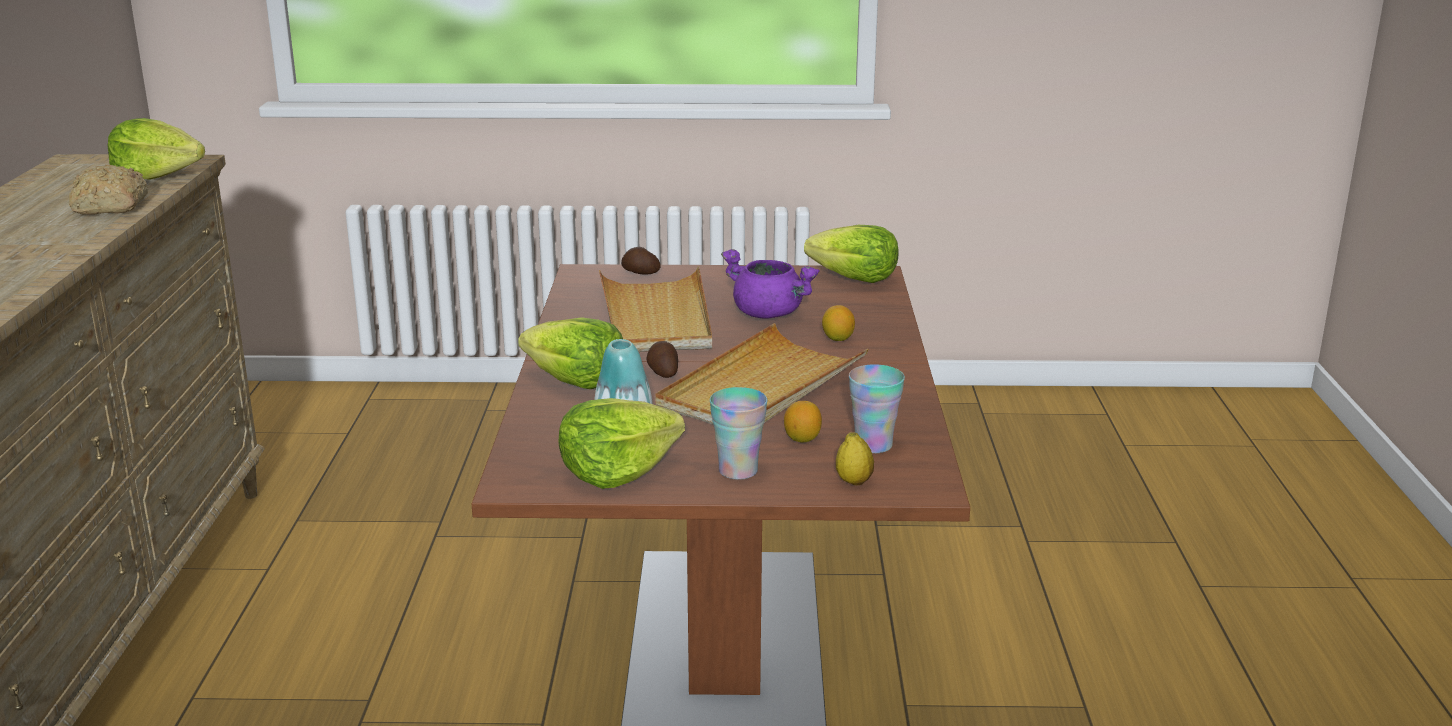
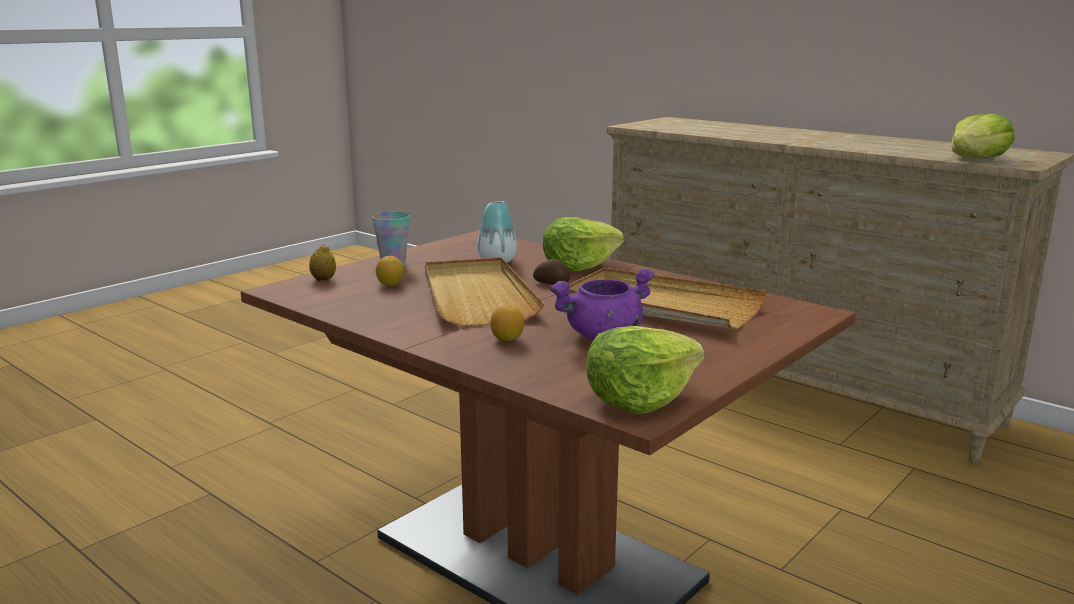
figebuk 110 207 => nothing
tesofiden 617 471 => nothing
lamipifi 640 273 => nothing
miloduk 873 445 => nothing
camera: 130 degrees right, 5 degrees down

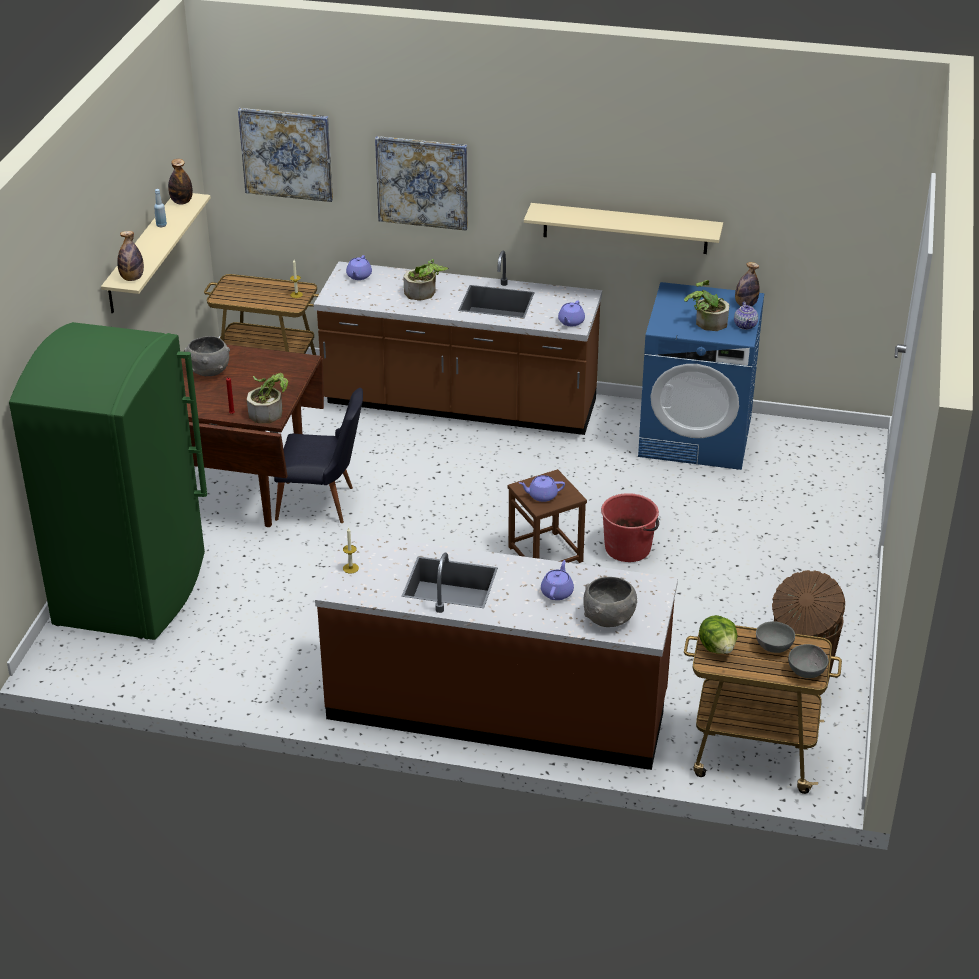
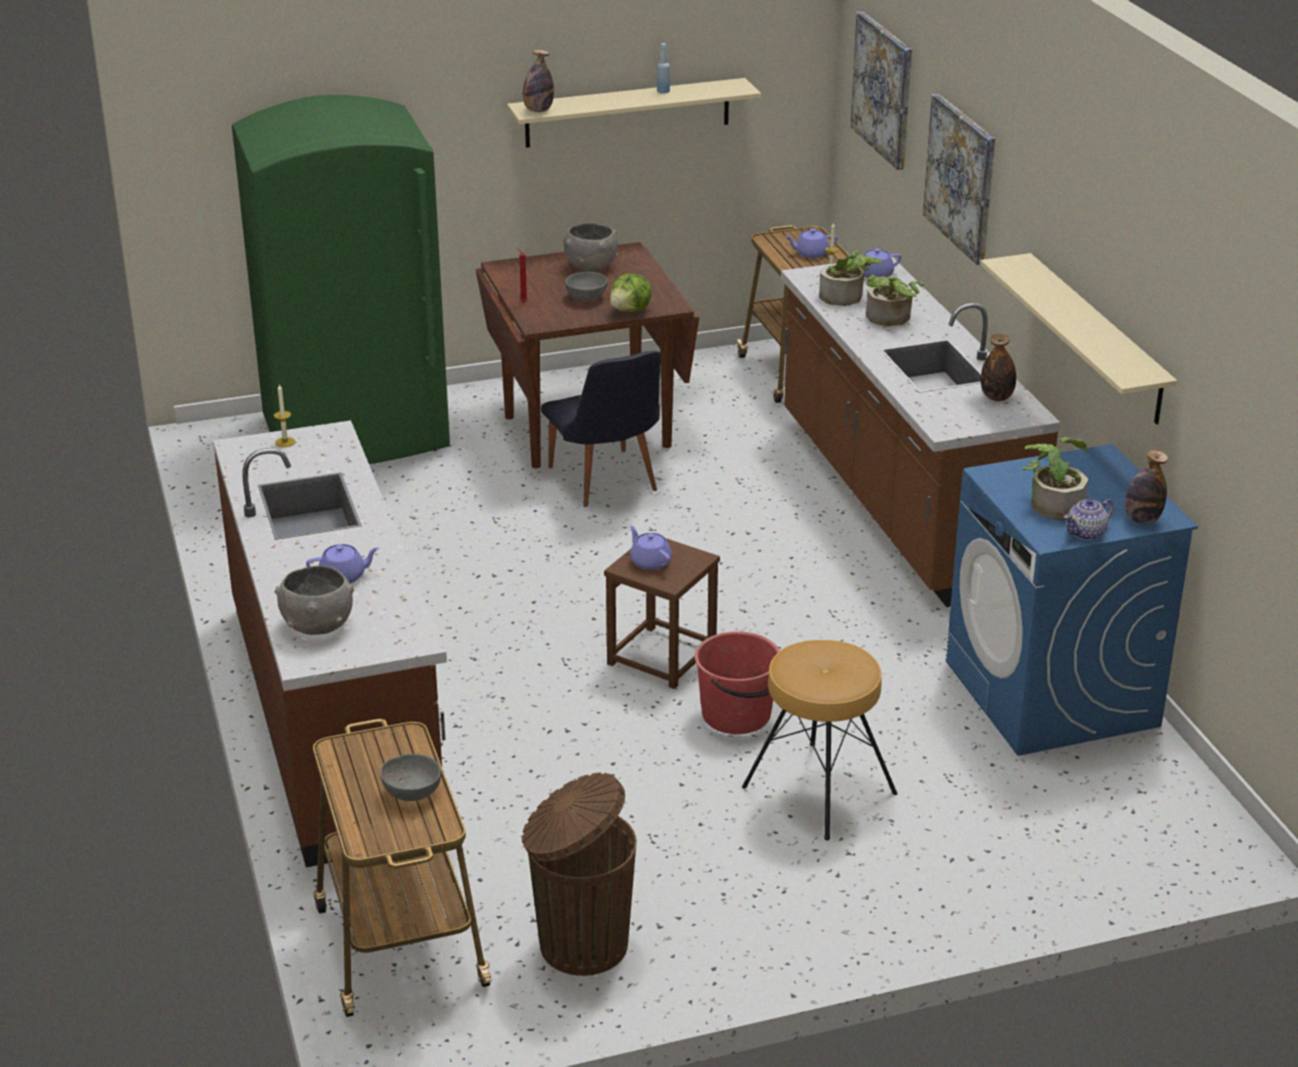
nothing => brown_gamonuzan 818 791
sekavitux 181 202 => sekavitux 996 397, relocated
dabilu 269 411 => dabilu 847 297, relocated
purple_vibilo 571 322 => purple_vibilo 811 253, relocated
tesofiden 718 648 => tesofiden 631 311, relocated
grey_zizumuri 807 671 => grey_zizumuri 587 298, relocated
camera: 60 degrees right, 5 degrees down

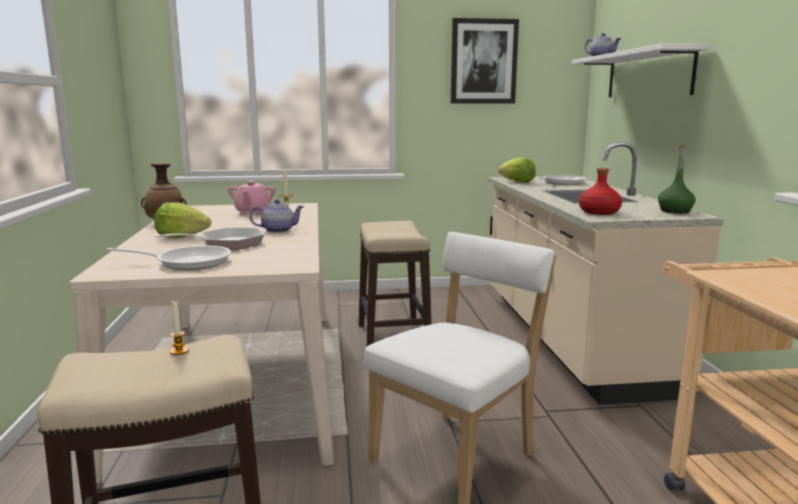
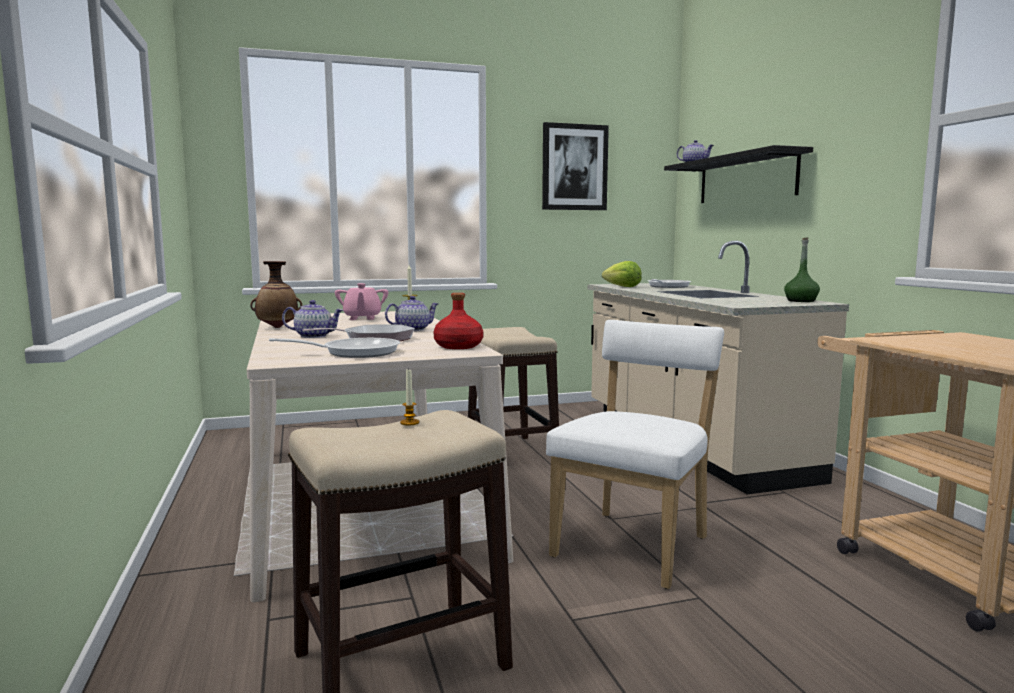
red_sekavitux 599 212 => red_sekavitux 459 346, relocated
tesofiden 182 236 => vibilo 314 336
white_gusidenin 648 74 => black_gusidenin 746 179
camera: 10 degrees left, 5 degrees down

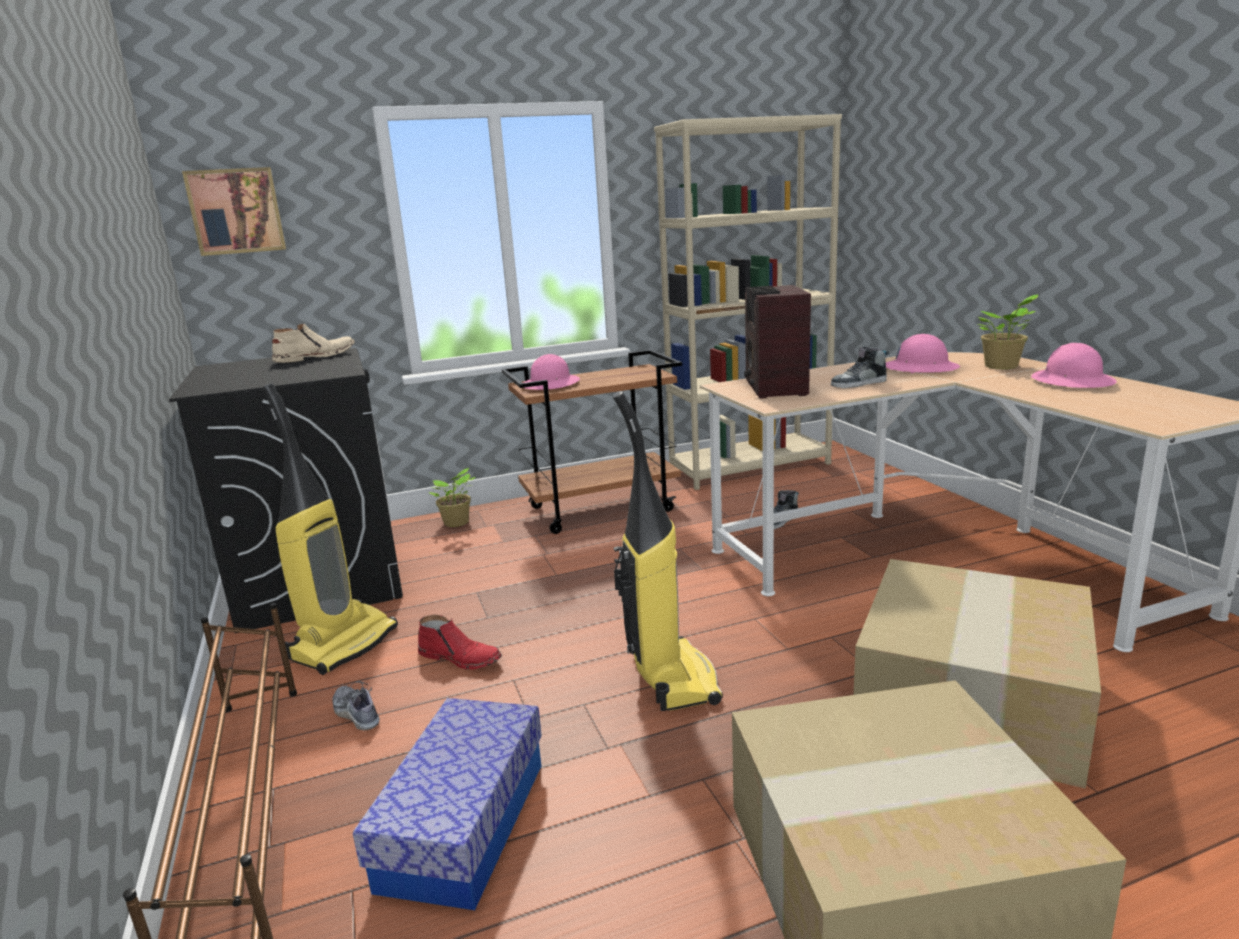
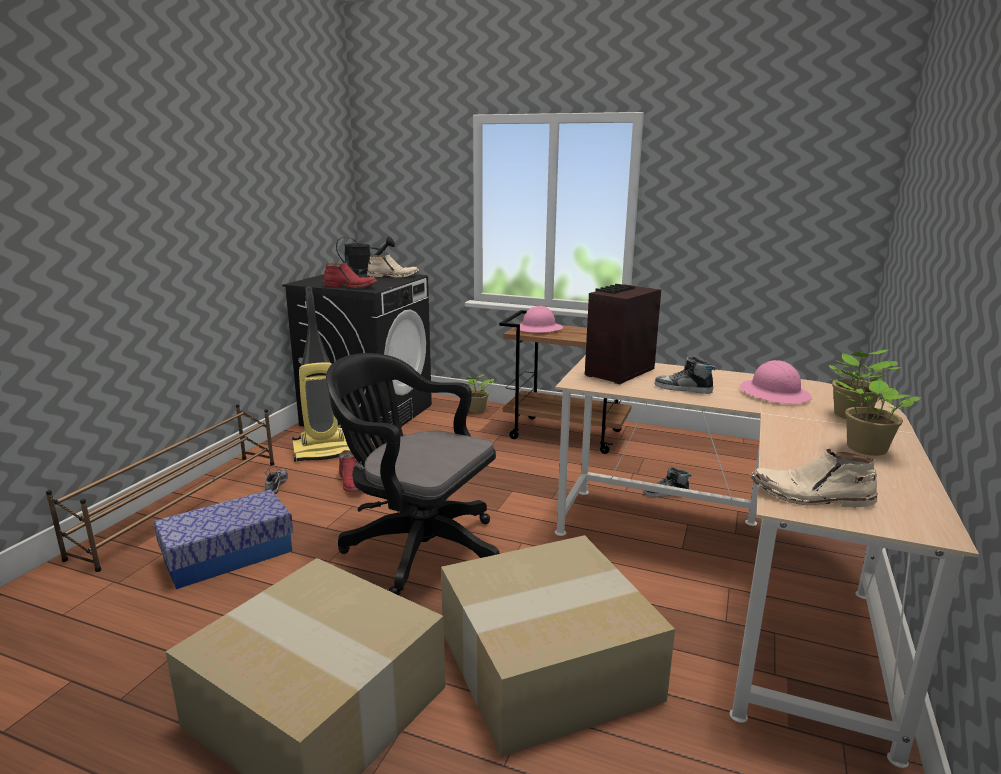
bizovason 236 211 => nothing
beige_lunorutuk 750 467 => nothing
nothing => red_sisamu 351 286
nothing => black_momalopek 364 272
nothing => beige_sisamu 811 496
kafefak 671 678 => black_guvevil 416 547
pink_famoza 1072 381 => dabilu 863 449
camera: 40 degrees right, 0 degrees up

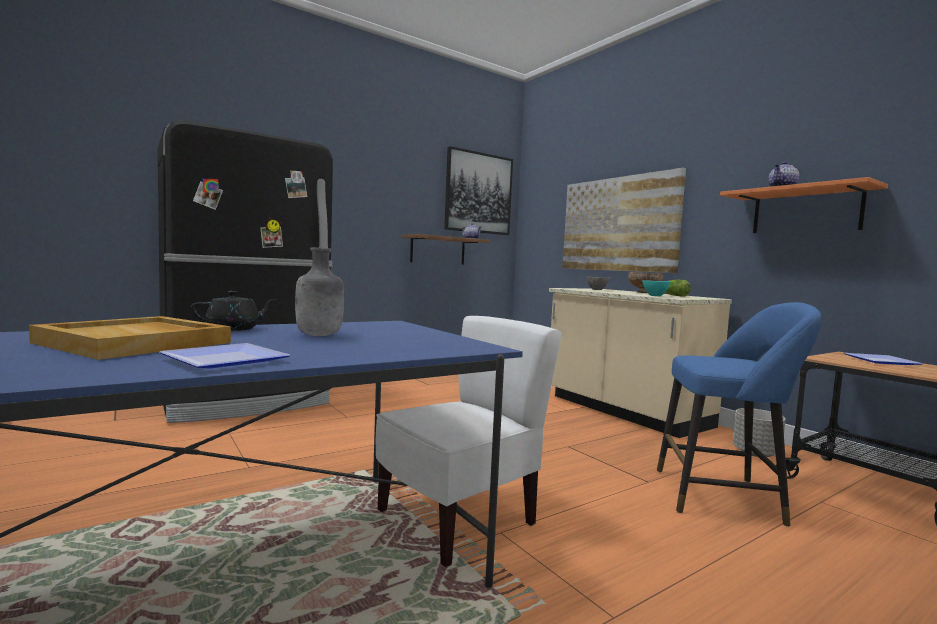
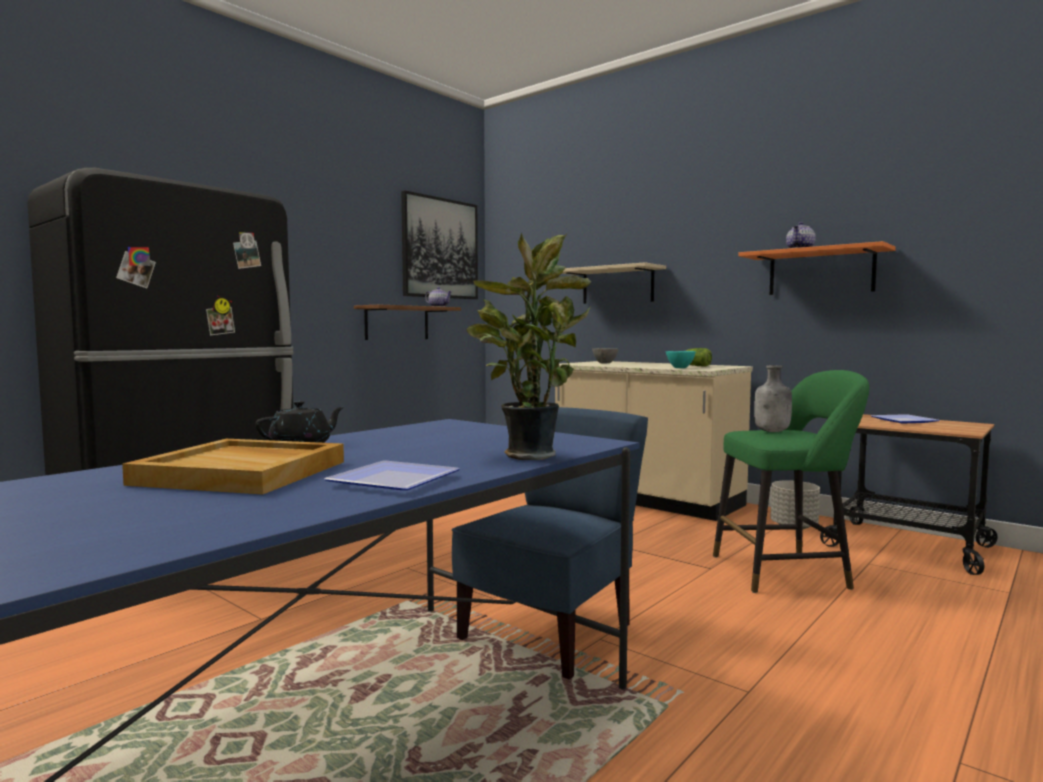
zizumuri 643 292 => nothing
nothing => dabilu 527 455
grey_sekavitux 319 335 => grey_sekavitux 772 431, relocated
bizovason 618 224 => beige_gusidenin 617 285
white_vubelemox 458 519 => blue_vubelemox 548 634
blue_gamonuzan 724 496 => green_gamonuzan 786 571
camera: 15 degrees left, 0 degrees up

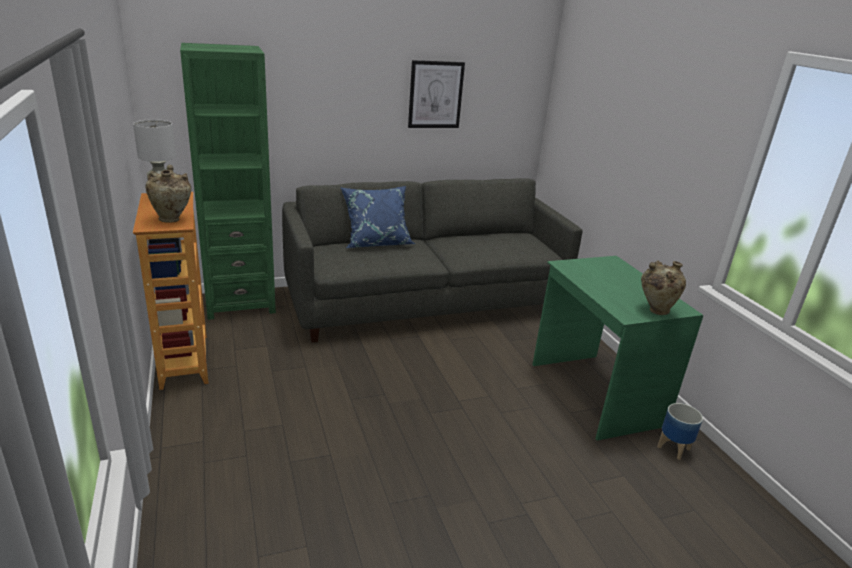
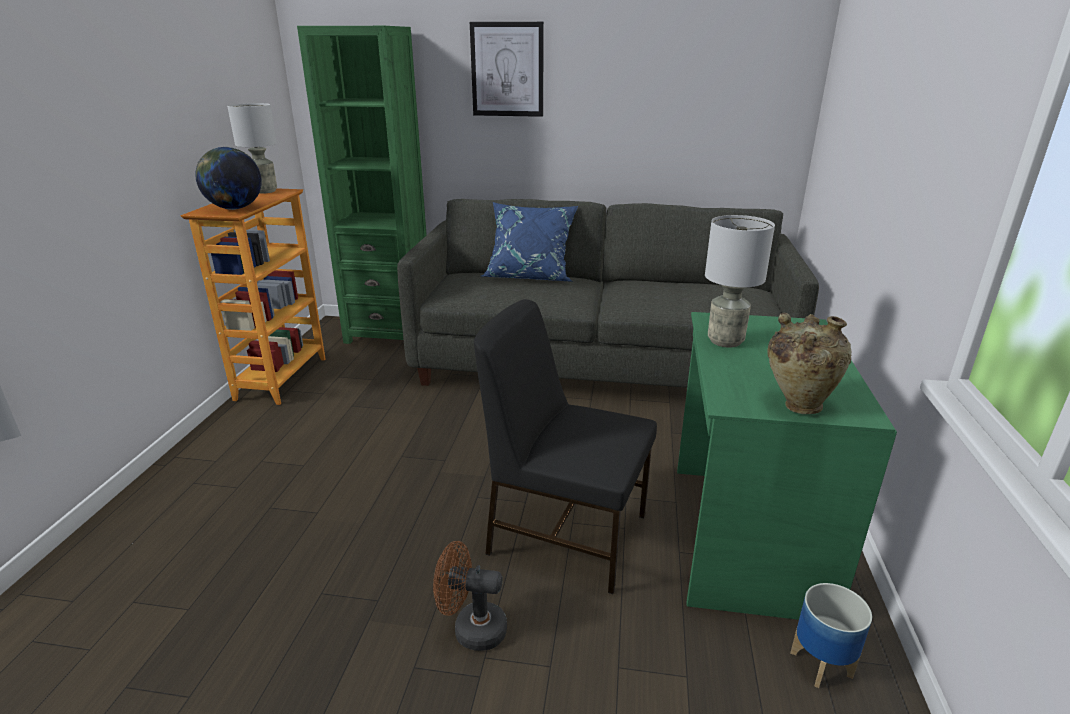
nothing => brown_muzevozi 471 629
nothing => black_vubelemox 565 532
nothing => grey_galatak 724 341
bizovason 435 95 => bizovason 507 70, relocated
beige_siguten 172 219 => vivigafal 235 208
camera: 30 degrees right, 0 degrees up

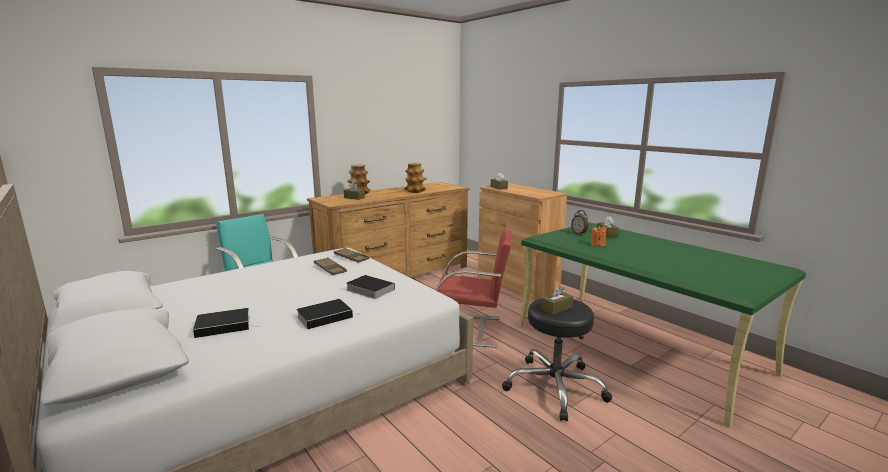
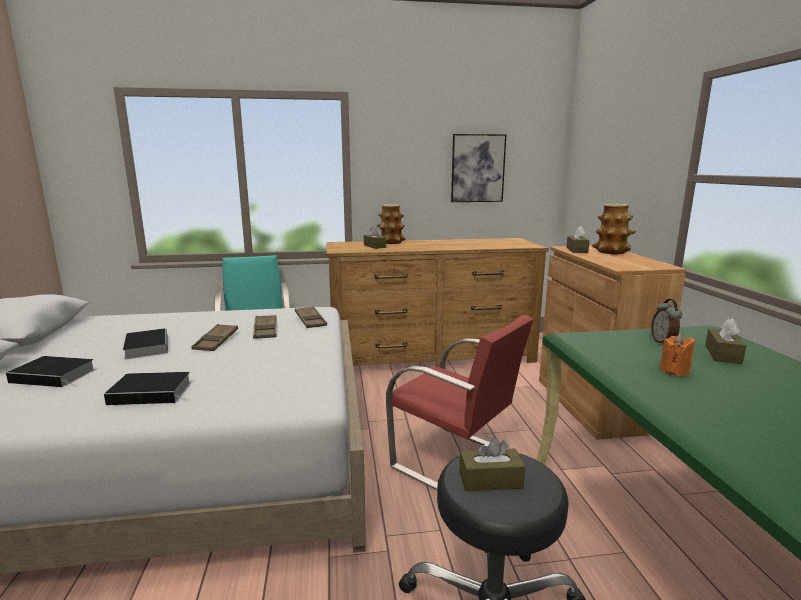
nothing => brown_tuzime 216 341
nothing => bizovason 477 168
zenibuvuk 369 289 => zenibuvuk 146 346, relocated
siguten 415 191 => siguten 612 252, relocated
camera: 30 degrees right, 0 degrees up

